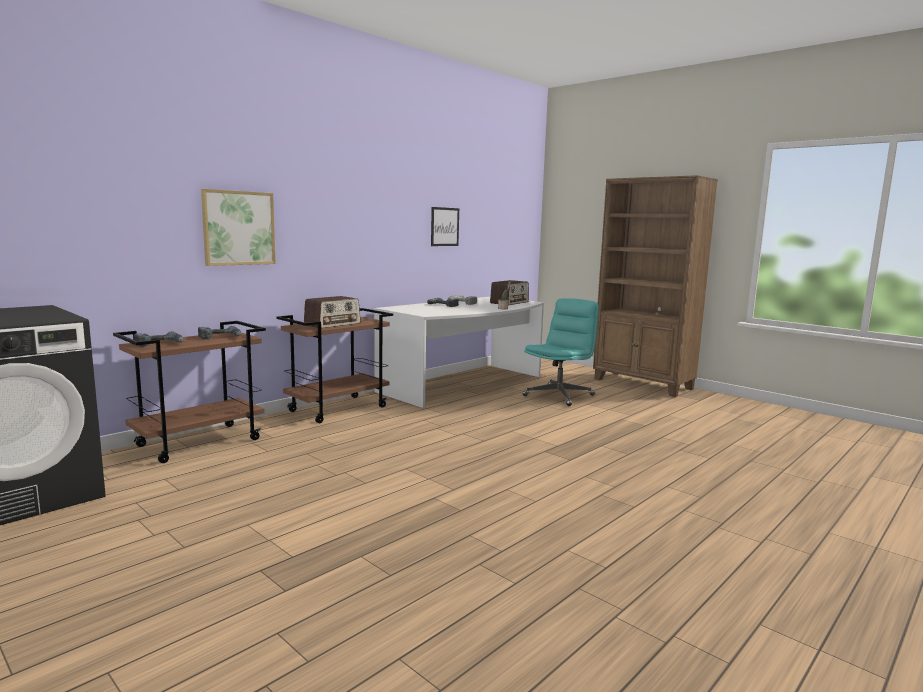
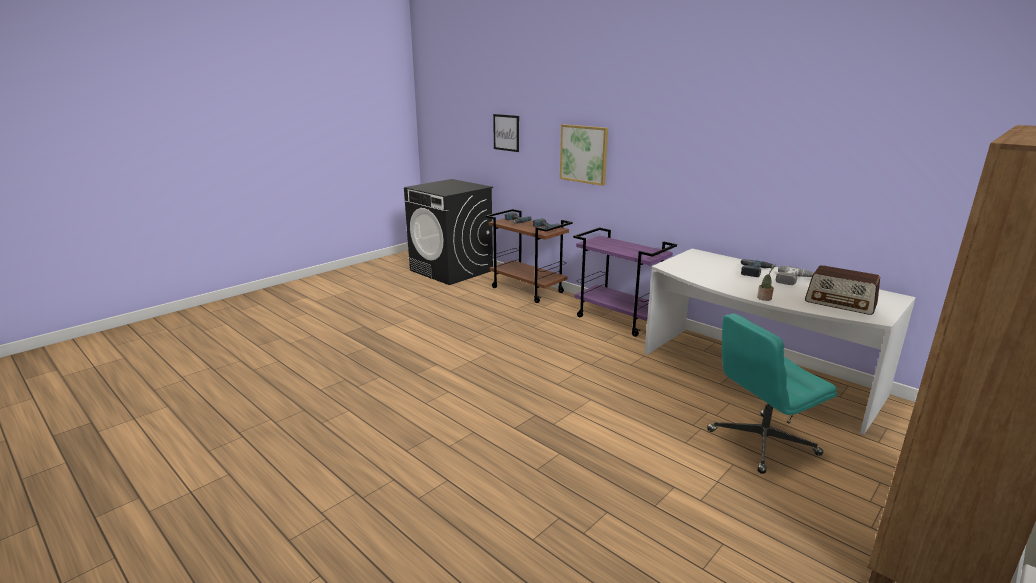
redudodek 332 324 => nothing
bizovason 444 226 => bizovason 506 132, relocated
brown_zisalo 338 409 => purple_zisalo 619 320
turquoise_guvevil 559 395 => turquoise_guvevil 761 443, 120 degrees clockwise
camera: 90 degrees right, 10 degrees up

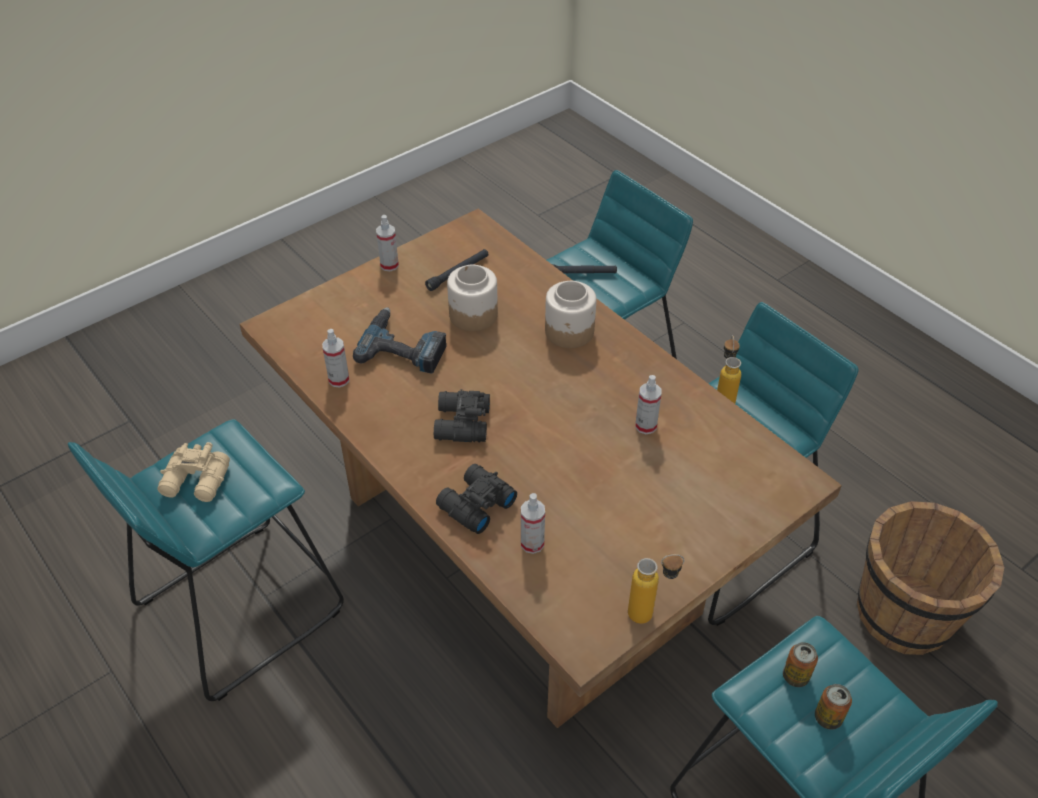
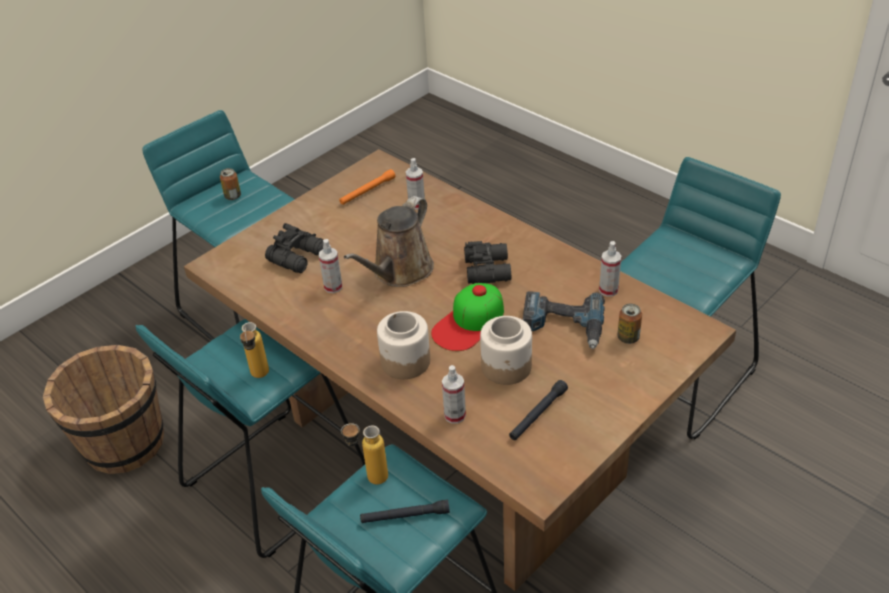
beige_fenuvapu 197 482 => nothing
nothing => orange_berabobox 367 191
nothing => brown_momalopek 399 272
nothing => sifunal 469 322
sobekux 389 265 => sobekux 455 415, relocated
black_fenuvapu 474 505 => black_fenuvapu 299 256, relocated
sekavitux 650 613 => sekavitux 369 478, relocated
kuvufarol 795 676 => kuvufarol 628 337, relocated
camera: 175 degrees right, 5 degrees down

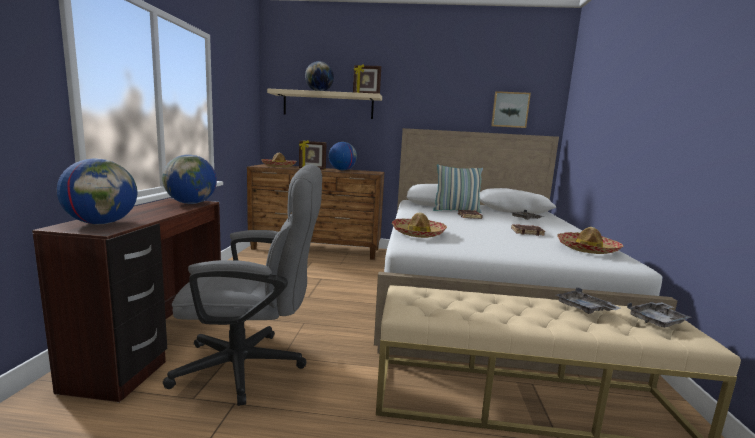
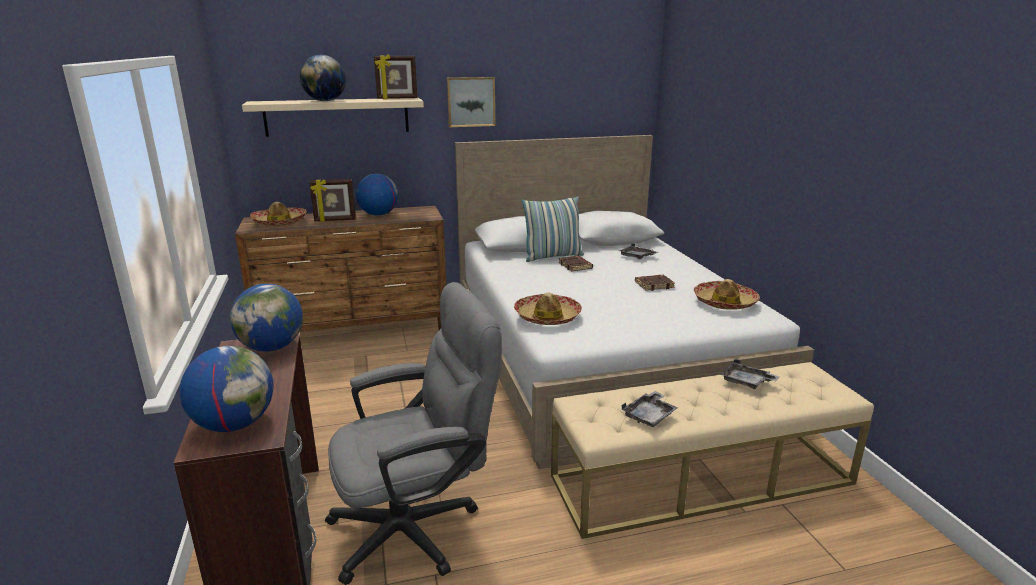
bizovason 510 110 => bizovason 470 101, relocated
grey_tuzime 657 321 => grey_tuzime 650 416, relocated
camera: 20 degrees left, 10 degrees up

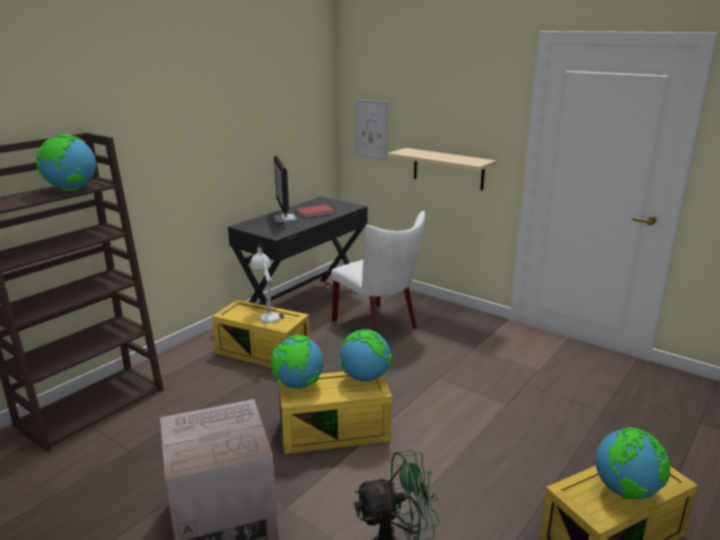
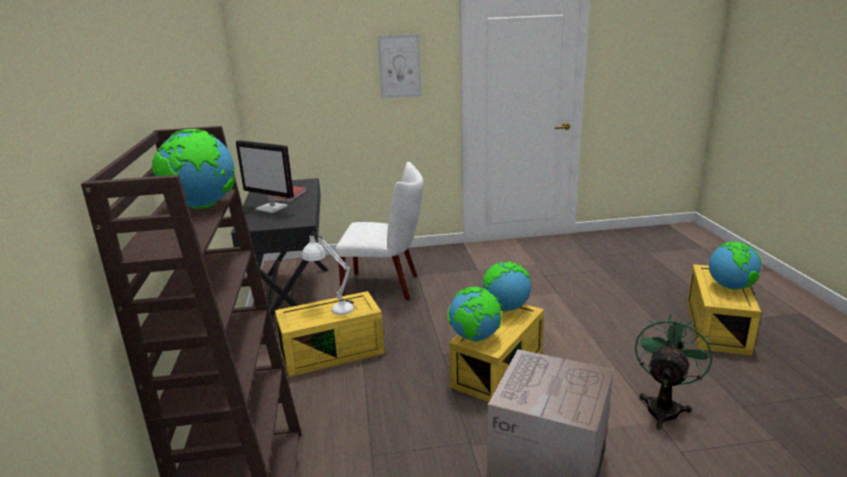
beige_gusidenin 448 169 => nothing
bizovason 372 129 => bizovason 399 66, relocated
camera: 45 degrees left, 0 degrees up

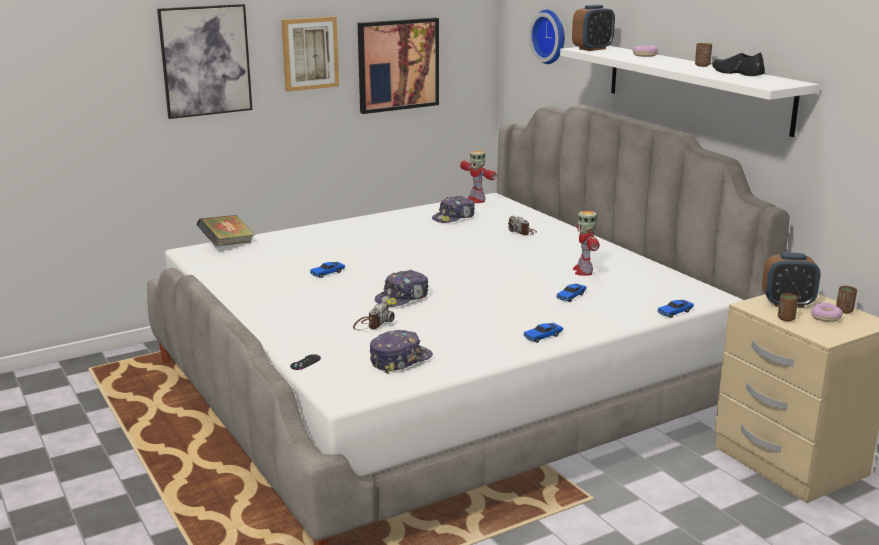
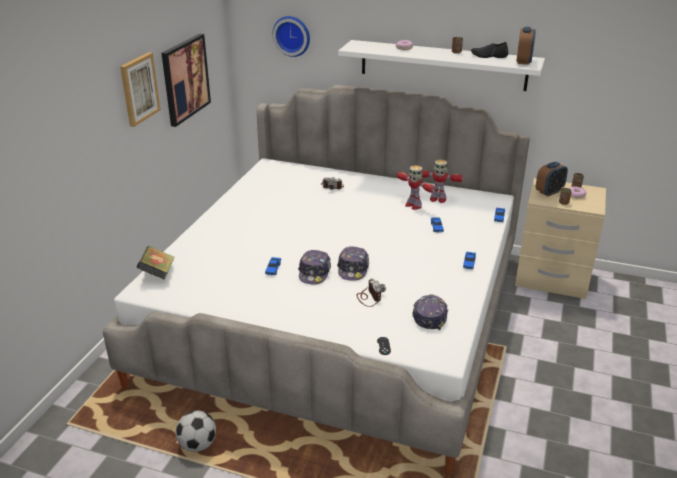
bizovason 205 60 => nothing
nothing => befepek 198 445
sifunal 454 218 => sifunal 314 273, relocated
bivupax 476 200 => bivupax 437 199, relocated
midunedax 592 49 => midunedax 523 61, relocated
camera: 40 degrees left, 10 degrees up

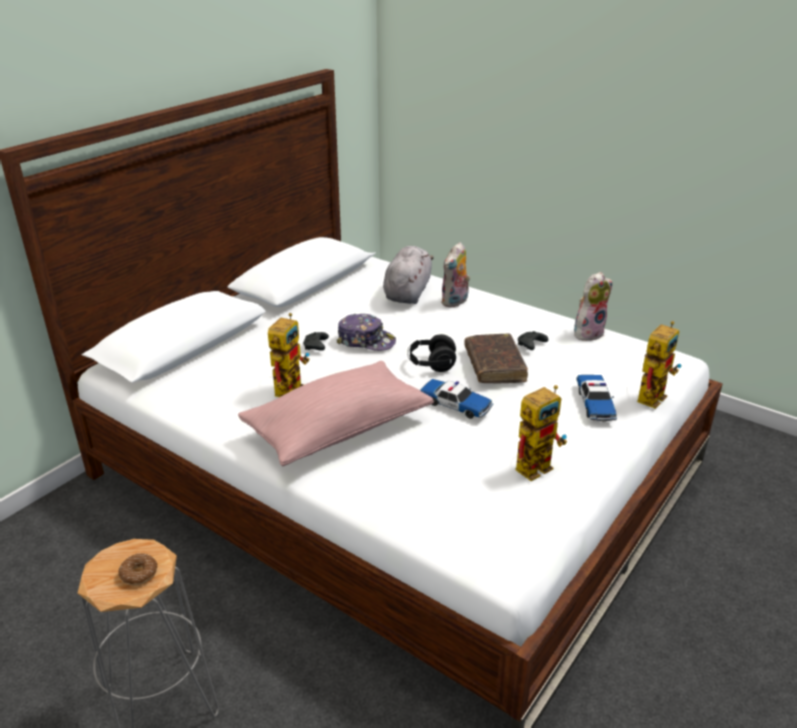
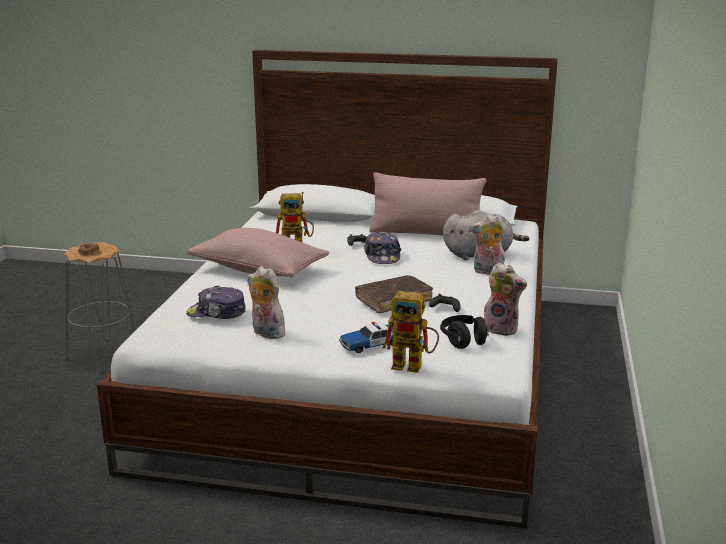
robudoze 455 404 => nothing
nothing => sifunal 216 313
nothing => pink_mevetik 426 233
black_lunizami 431 364 => black_lunizami 463 341, relocated
bivupax 537 464 => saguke 266 333
camera: 65 degrees right, 10 degrees down

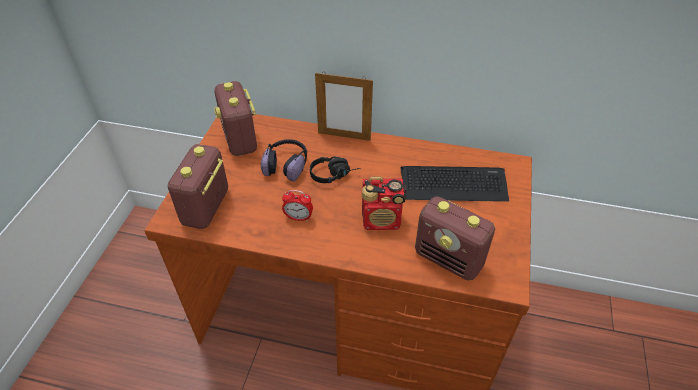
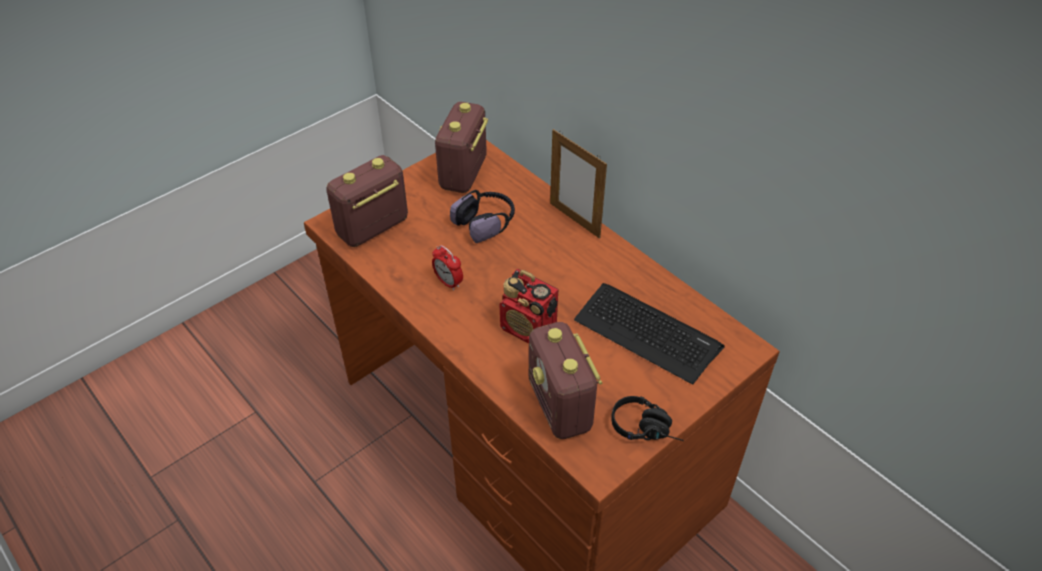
black_lunizami 334 174 => black_lunizami 647 428, relocated
camera: 35 degrees right, 0 degrees up

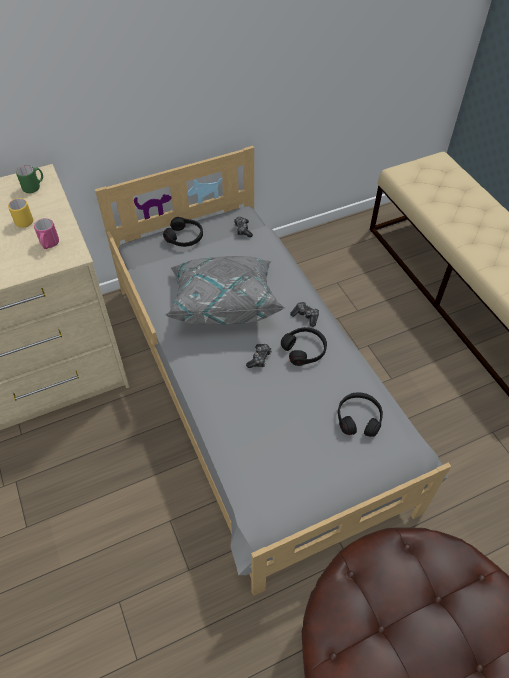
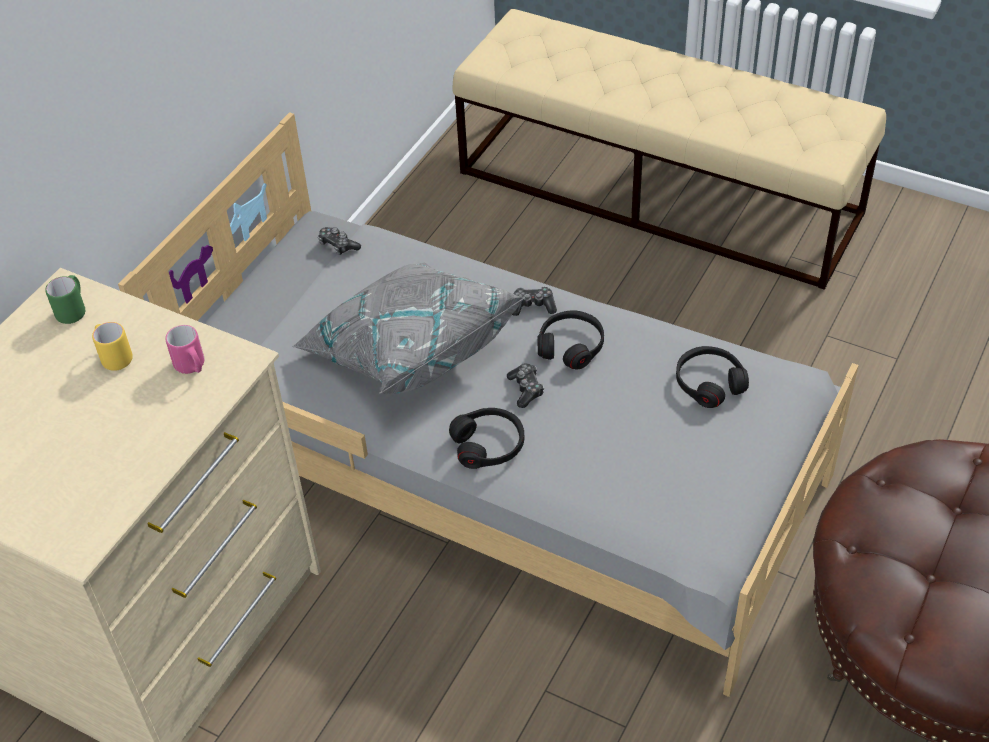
black_lunizami 184 237 => black_lunizami 488 445, relocated
camera: 35 degrees left, 5 degrees down

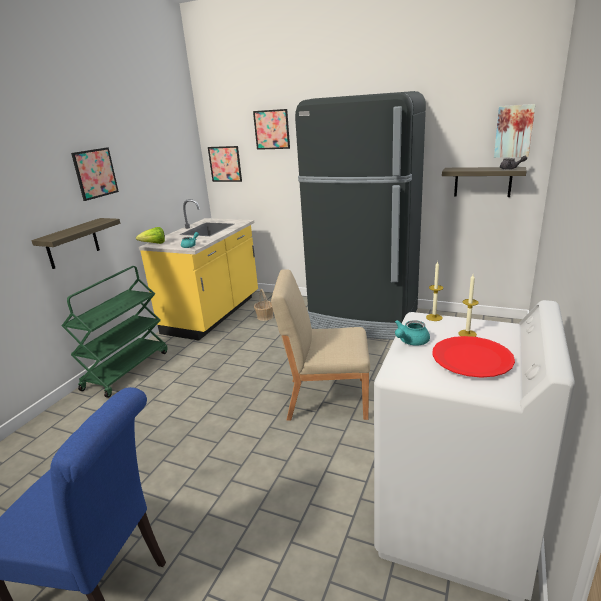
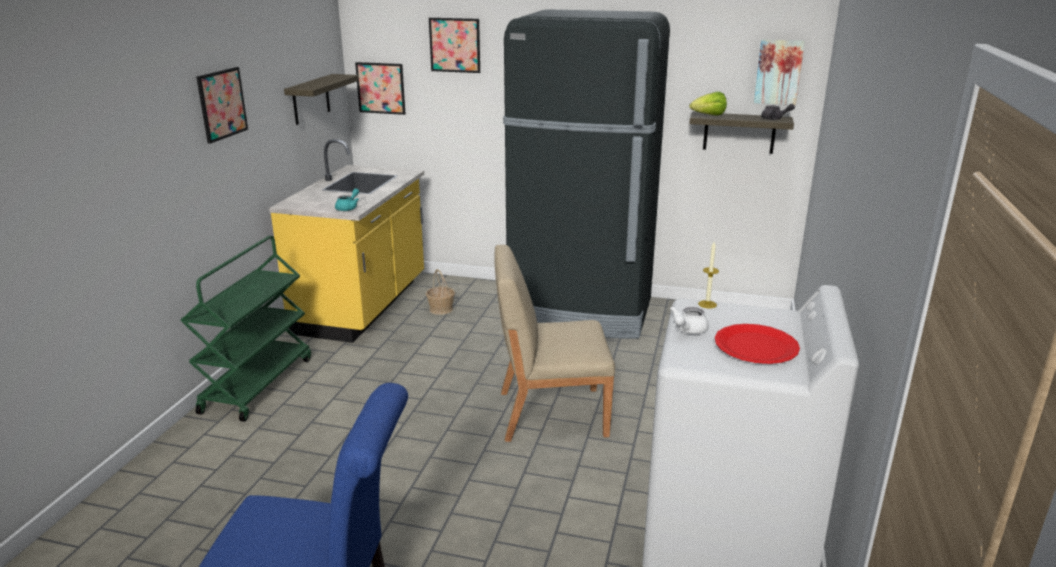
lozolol 467 334 => nothing
gusidenin 72 243 => gusidenin 311 99, relocated
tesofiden 154 244 => tesofiden 708 116, relocated
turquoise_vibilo 410 342 => white_vibilo 688 330
camera: 10 degrees left, 0 degrees up

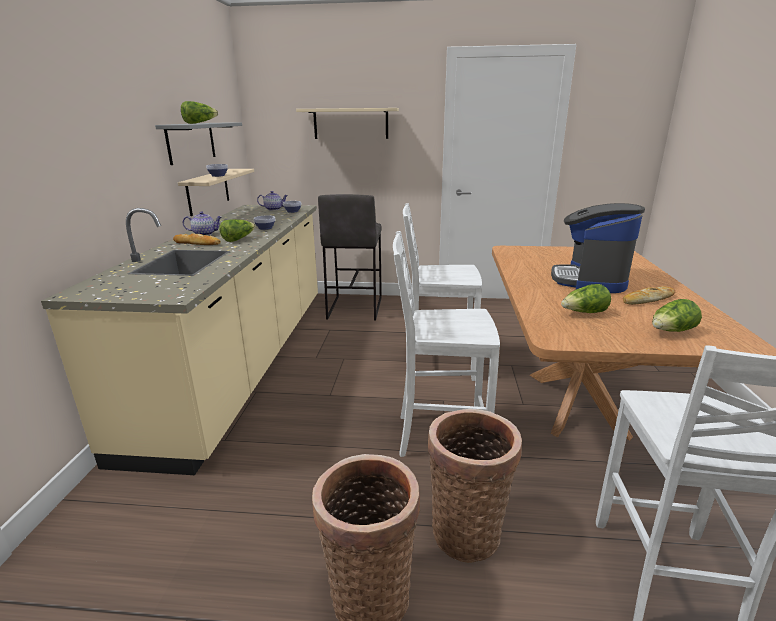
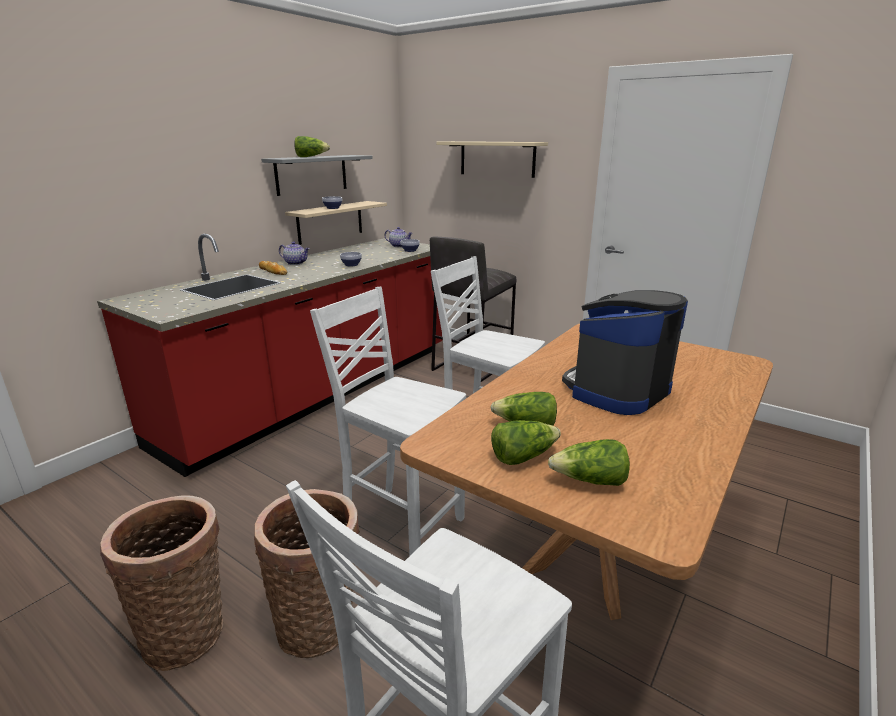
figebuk 647 299 => nothing
tesofiden 238 239 => tesofiden 523 456, relocated
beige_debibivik 243 361 => red_debibivik 318 392
camera: 30 degrees right, 0 degrees up

